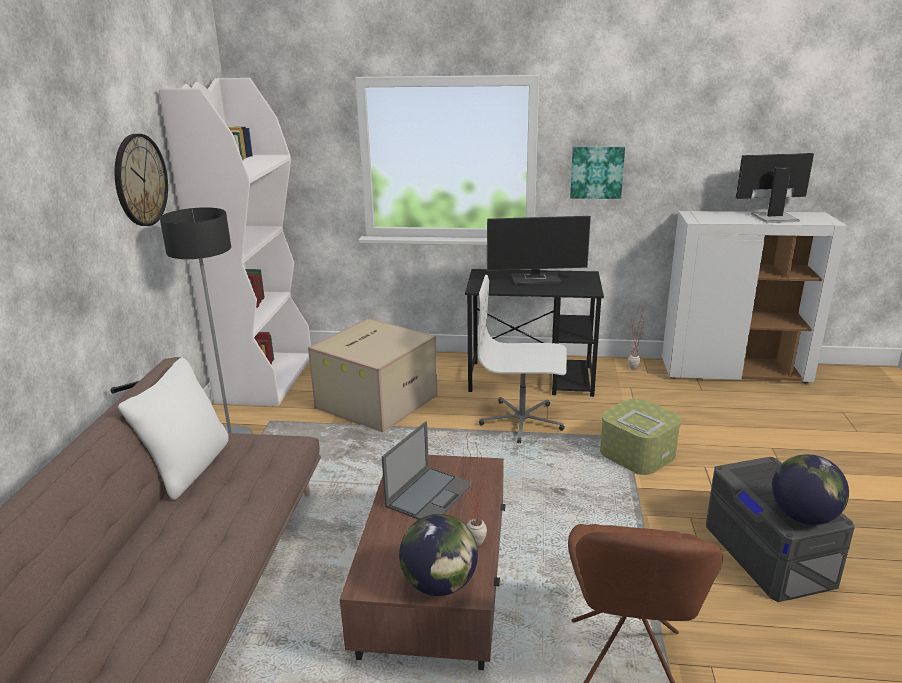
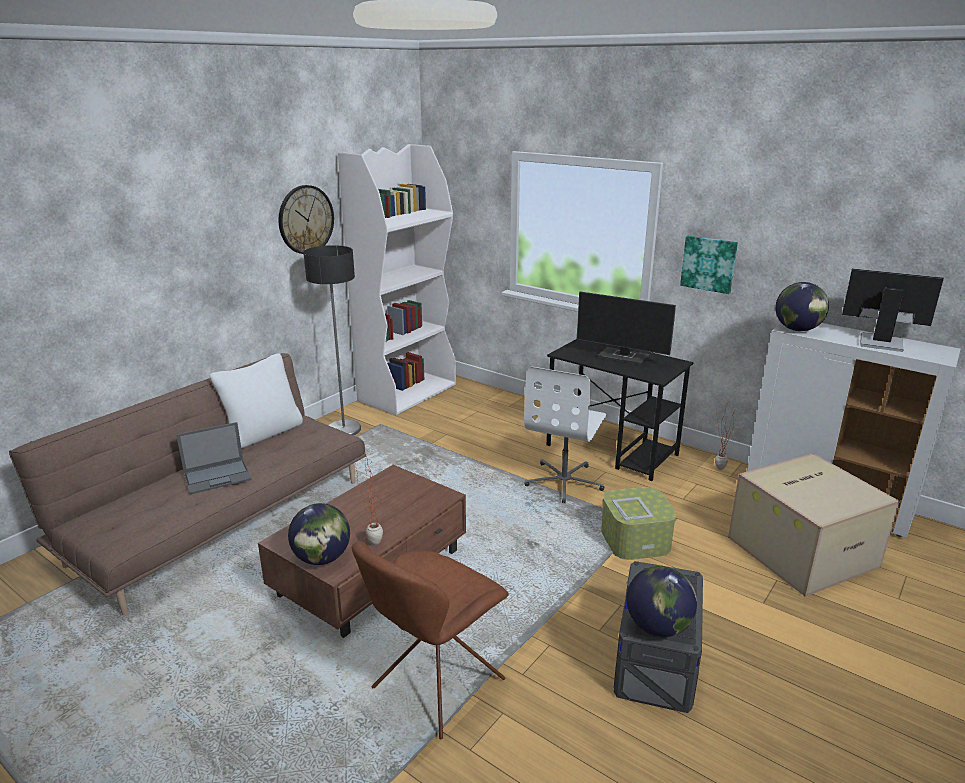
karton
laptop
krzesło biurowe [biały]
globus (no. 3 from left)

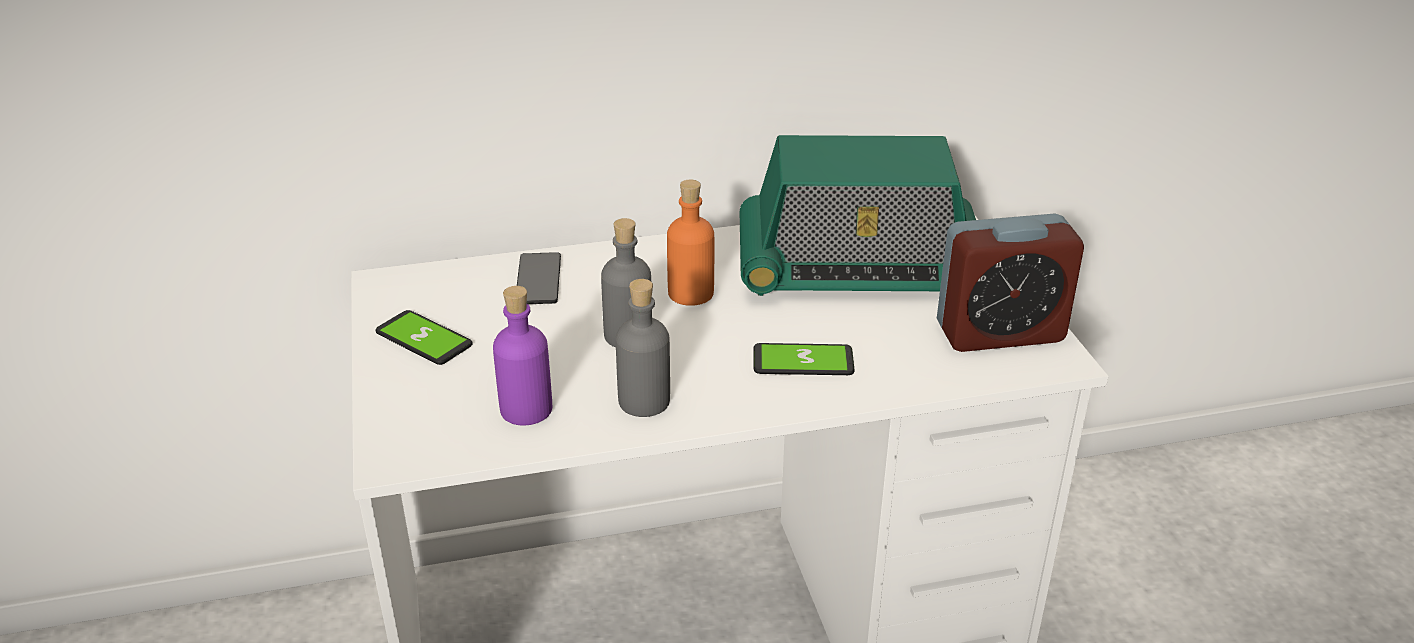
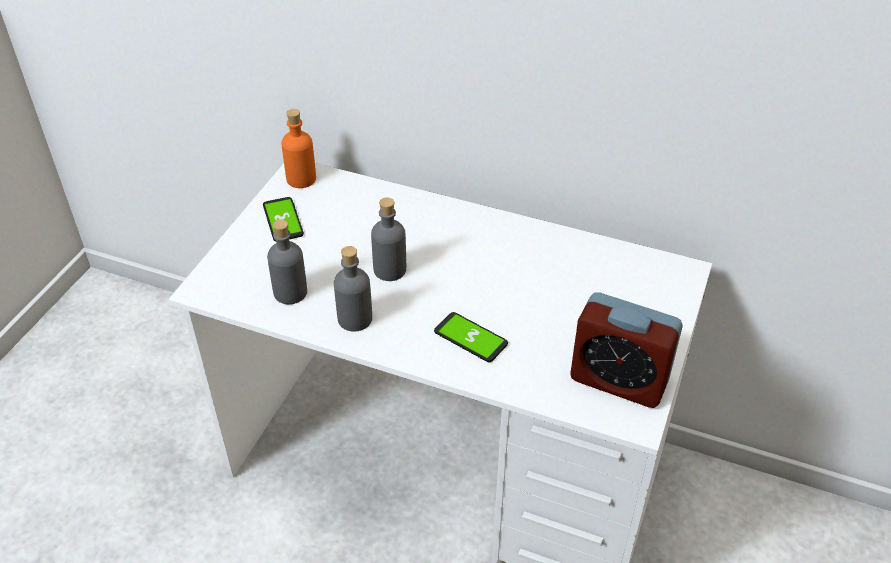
butelka [szary] (no. 1 from left)
telefon (no. 2 from left in the first image)
butelka [pomarańczowy]
radio

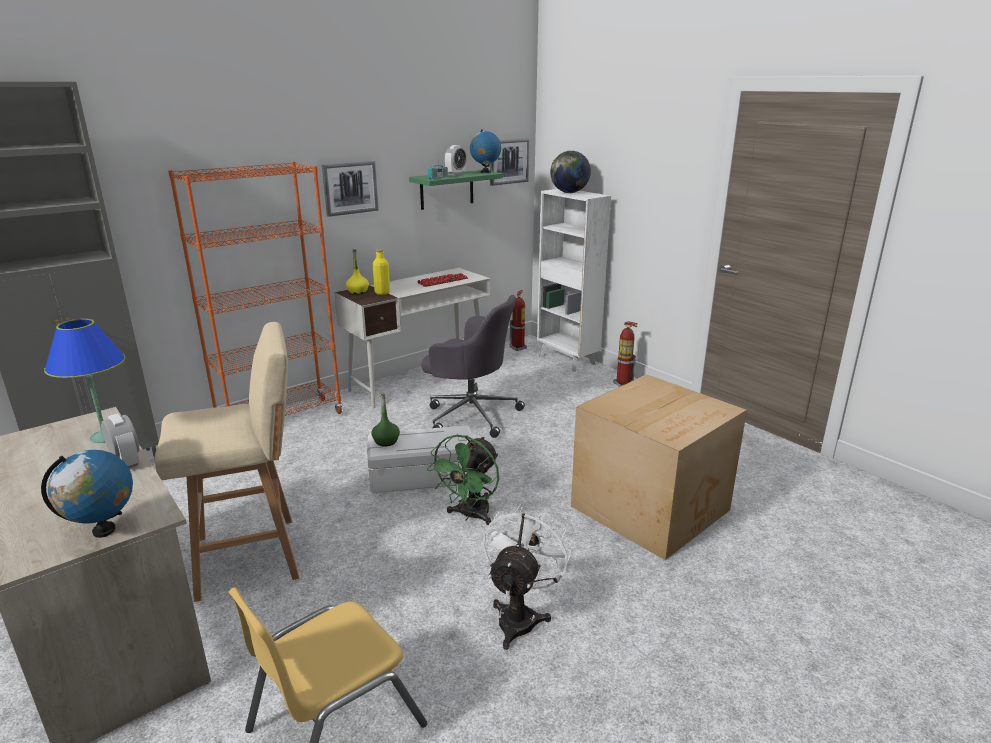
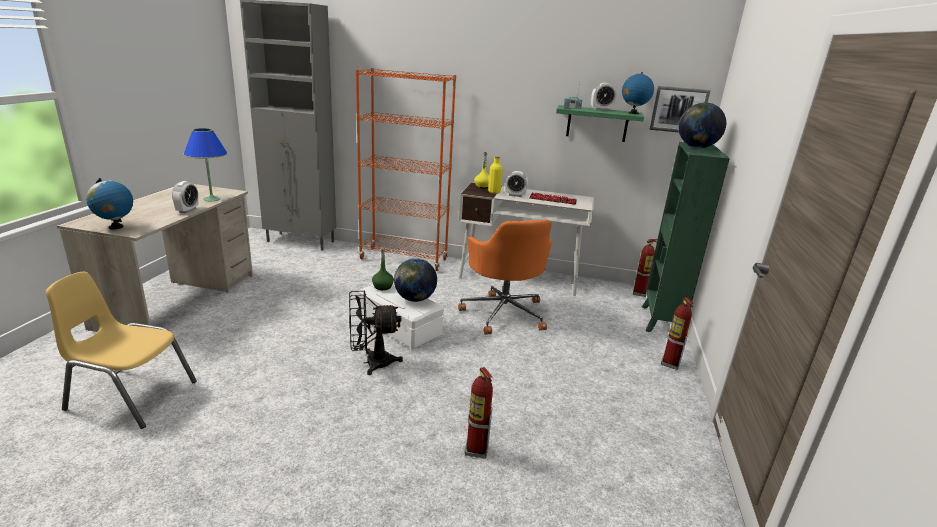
stołek [beżowy]
obraz (no. 1 from left in the first image)
krzesło biurowe [pomarańczowy]
wentylator [czarny]
wentylator [biały]
regał [zielony]
gaśnica (no. 1 from left)
globus (no. 2 from left)
budzik (no. 2 from left)

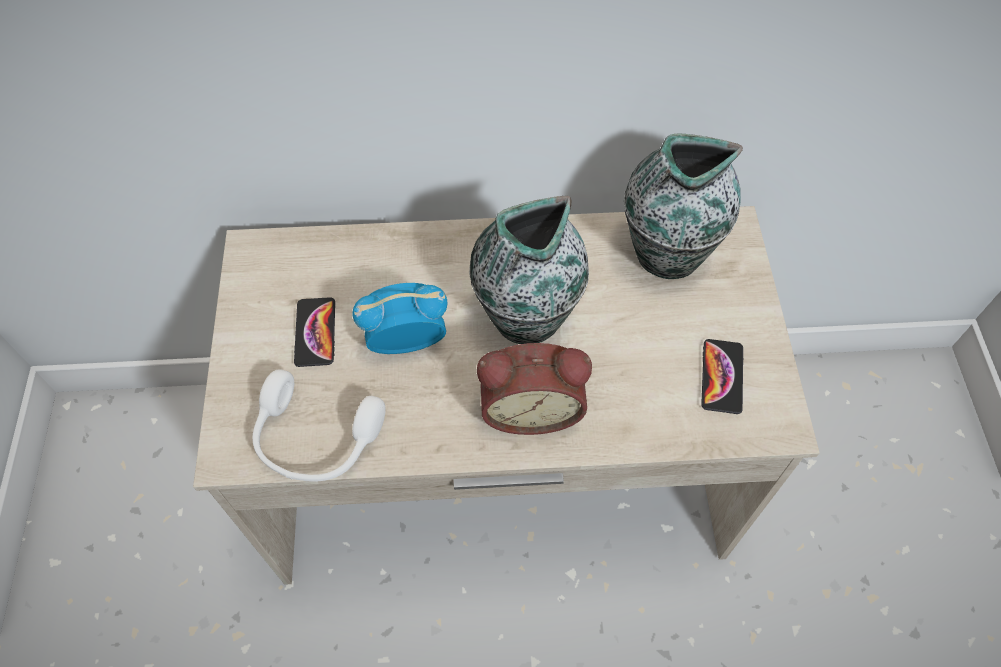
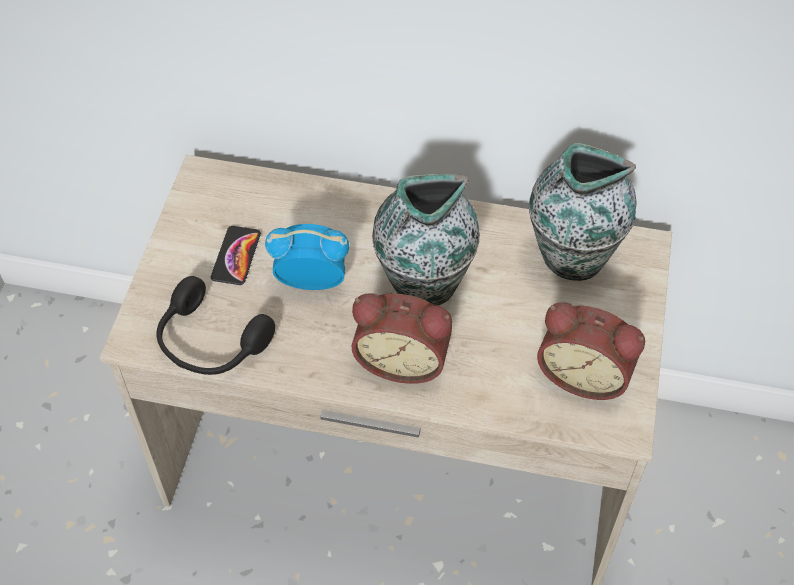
słuchawki [czarny]
budzik (no. 3 from left)

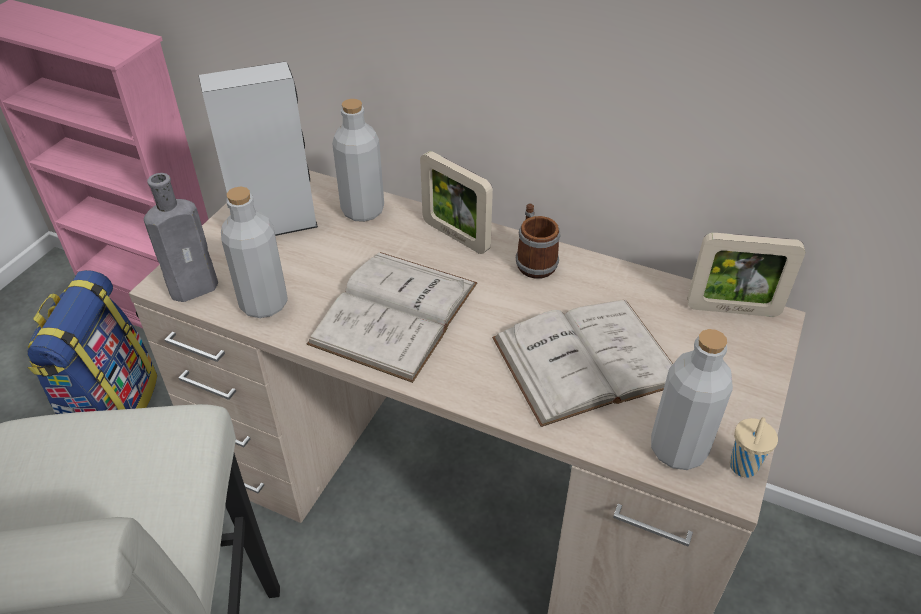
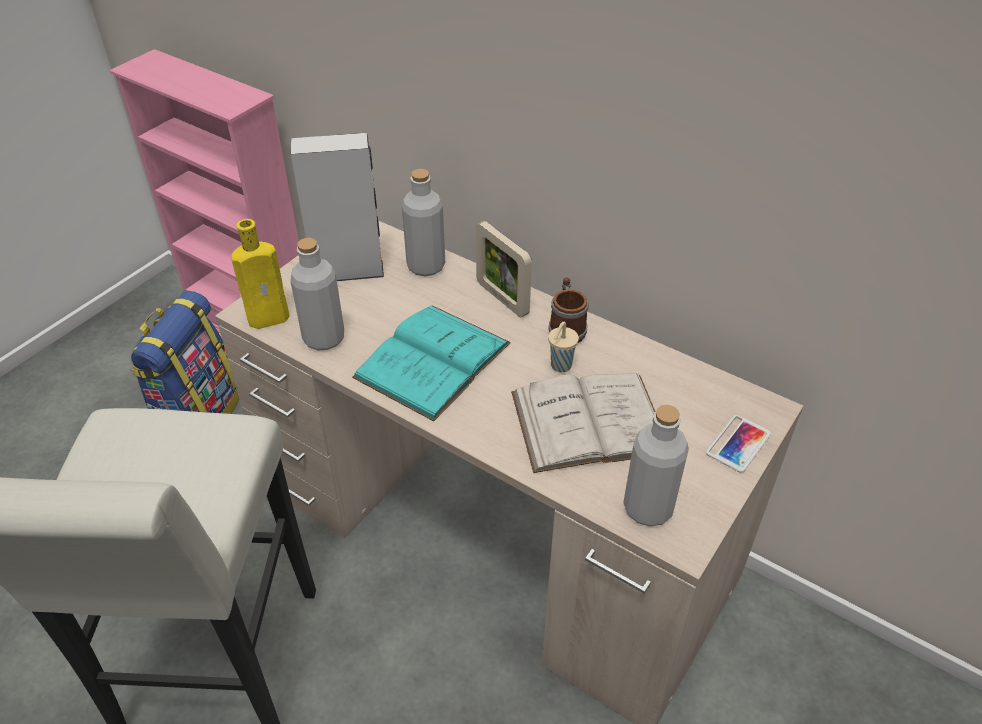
butelka [żółty]
książka [turkusowy]
ramka na zdjęcie (no. 2 from left in the first image)
filiżanka [beżowy]
telefon

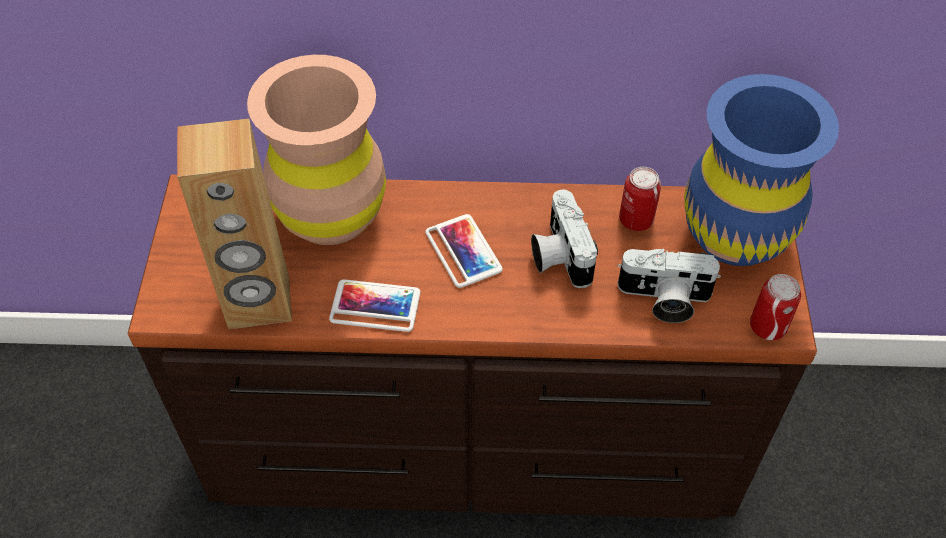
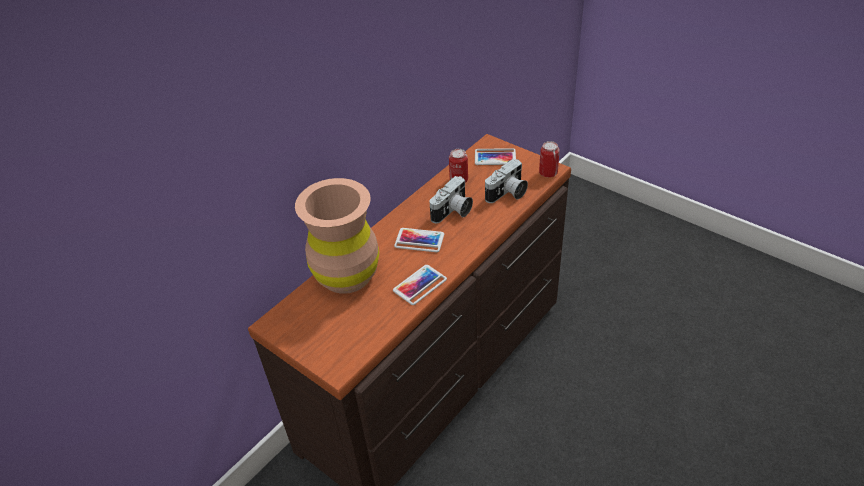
głośnik [brązowy]
aparat fotograficzny (no. 1 from left)
telefon (no. 3 from left)

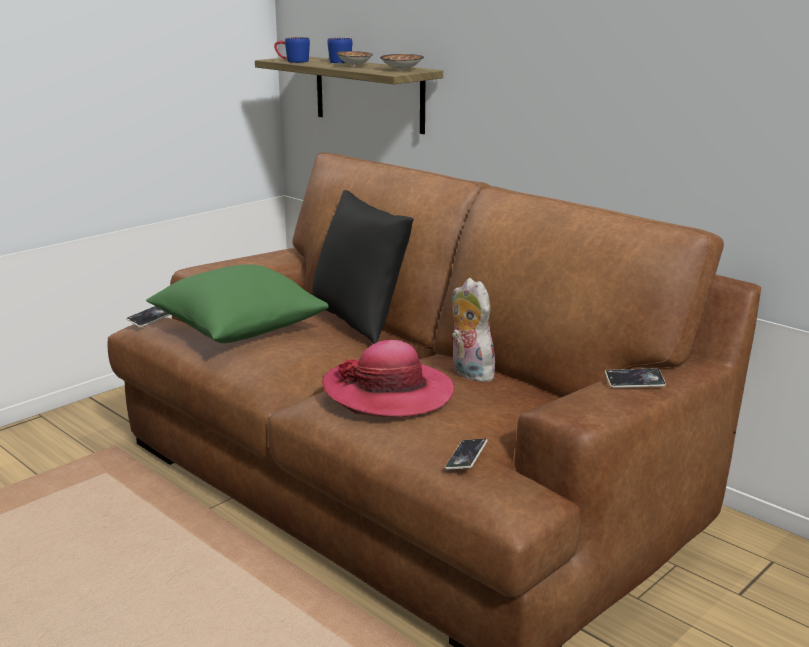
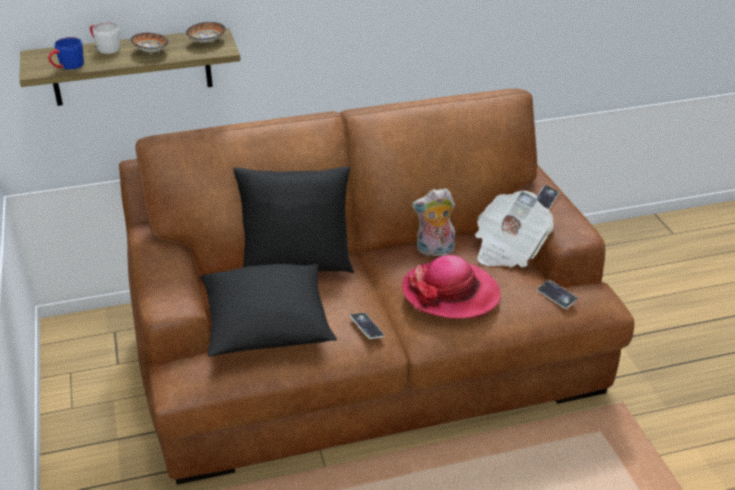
telefon (no. 1 from left)
poduszka [czarny] (no. 1 from left)
kubek [biały]
gazeta

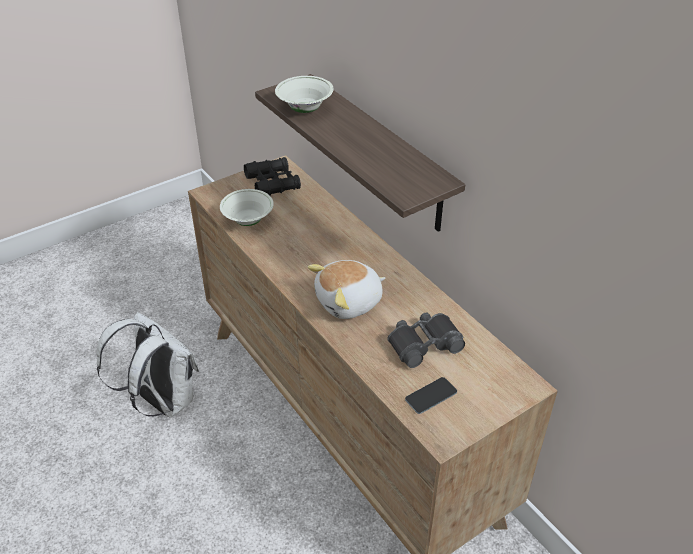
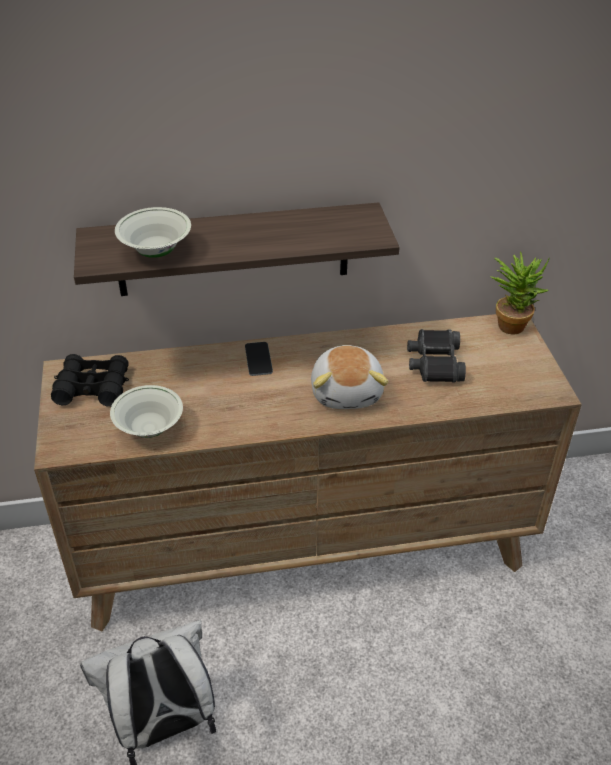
telefon
roślina doniczkowa

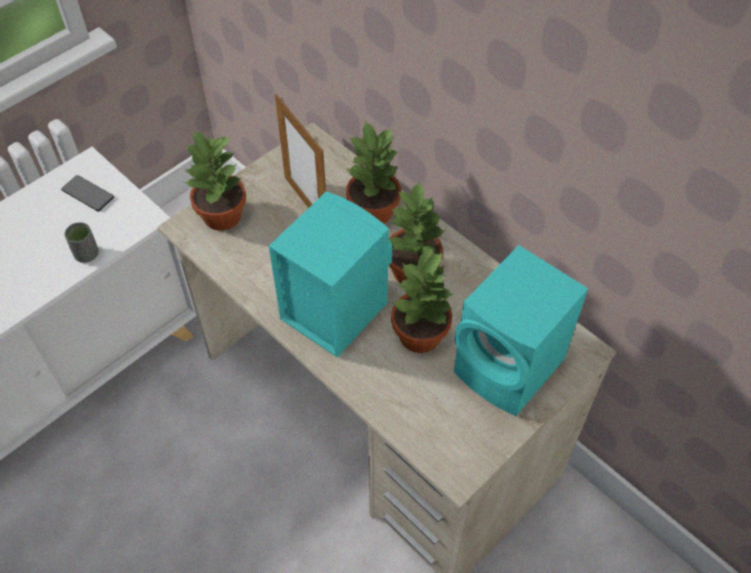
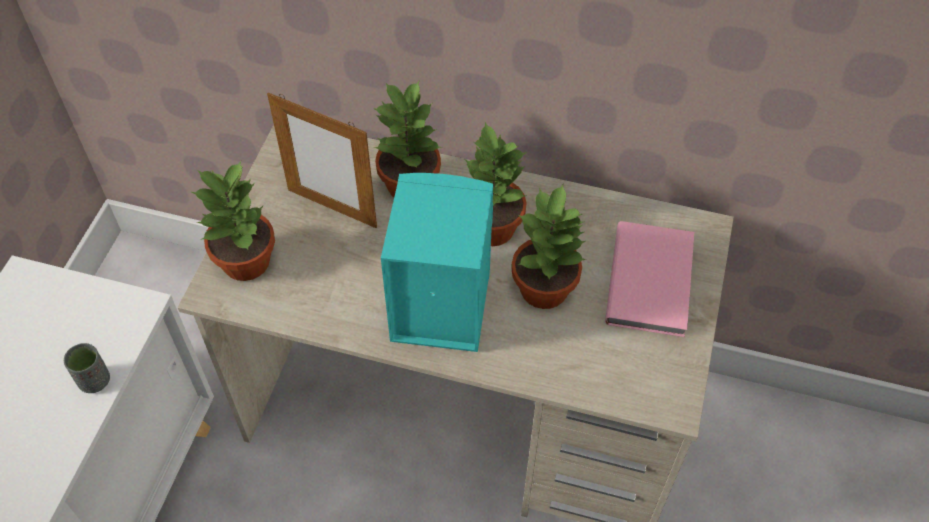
telefon
książka [różowy]

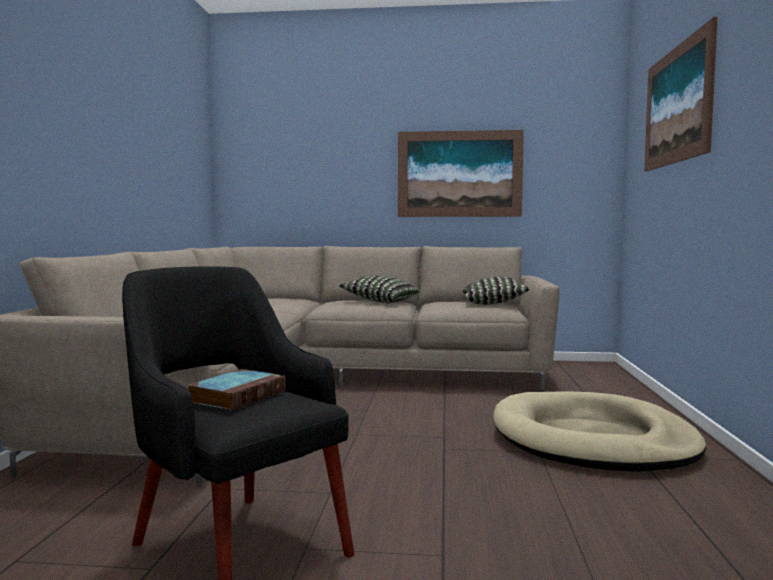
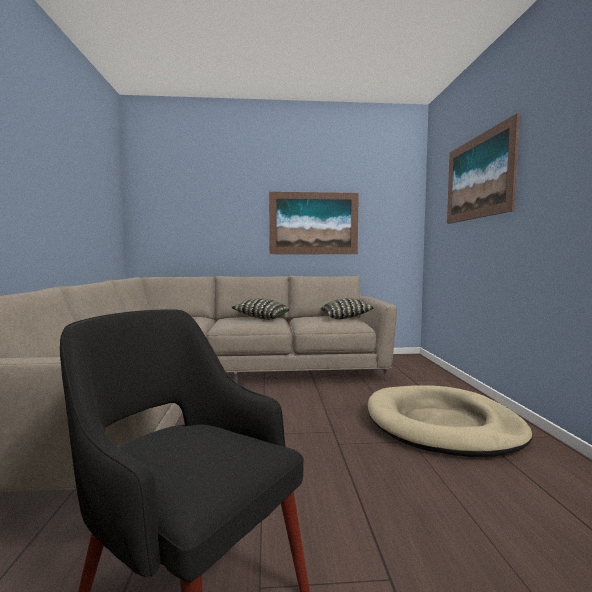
książka

